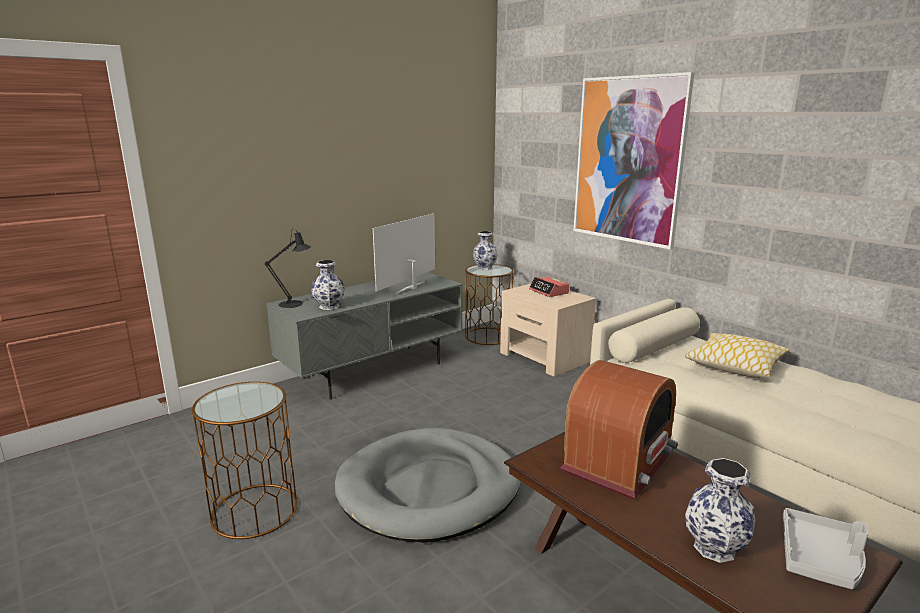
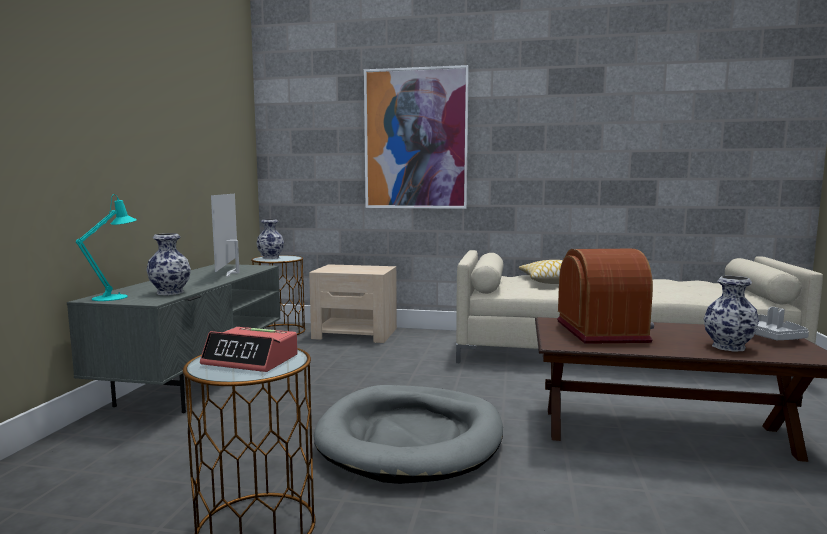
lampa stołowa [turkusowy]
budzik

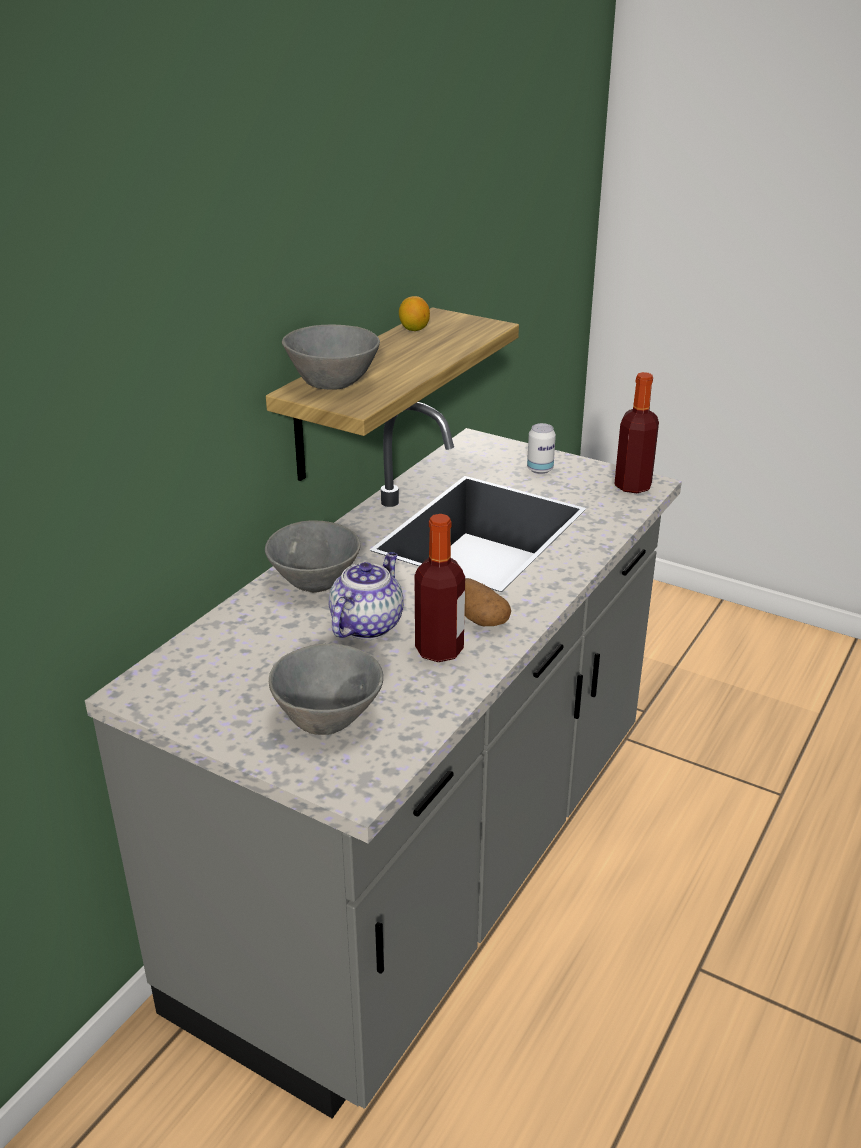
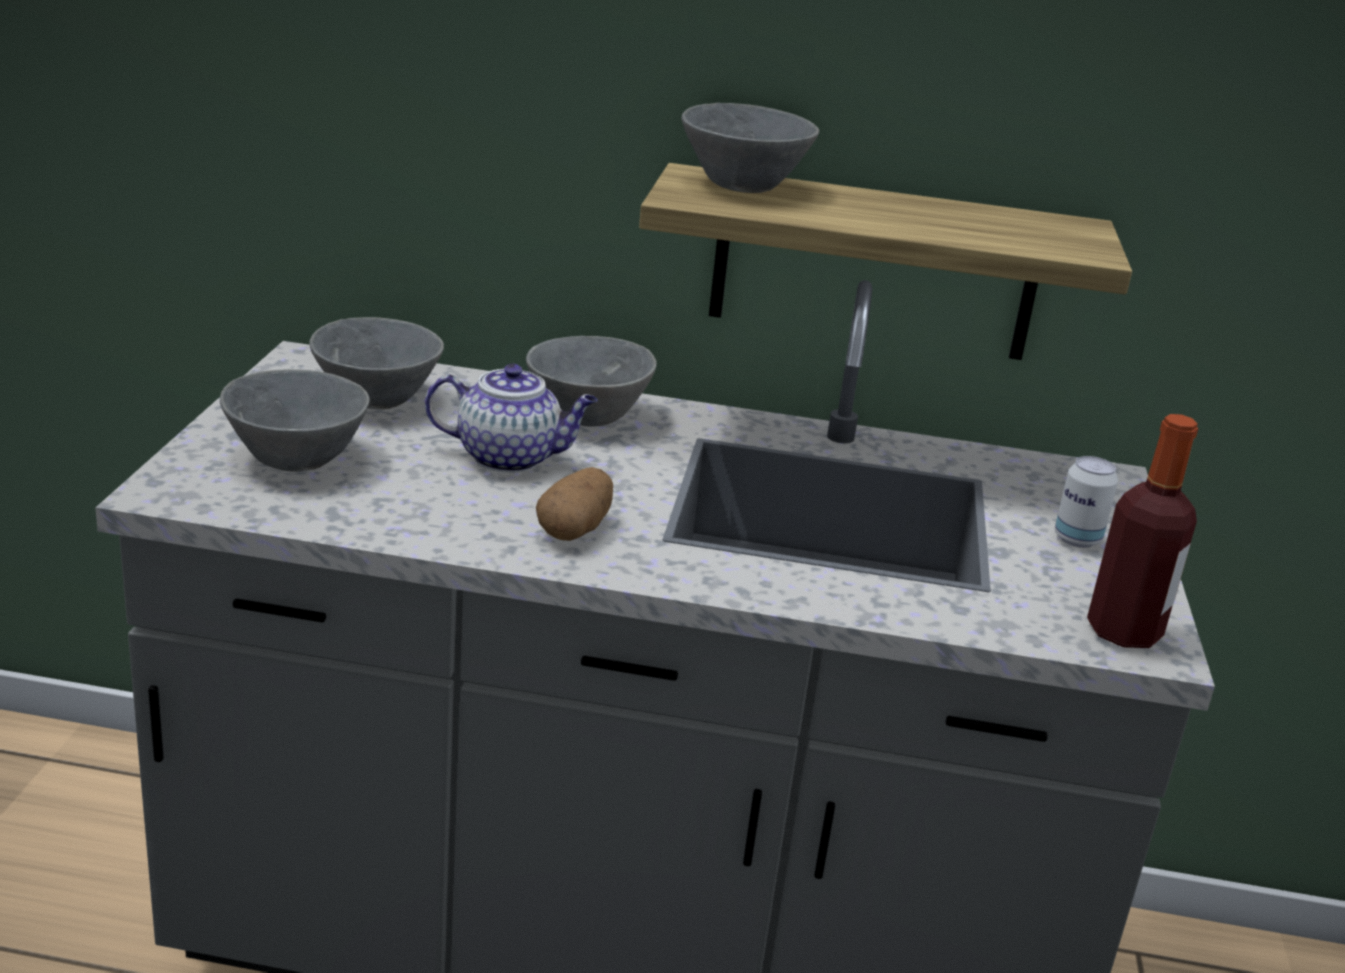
cytryna
butelka (no. 1 from left in the first image)
miska [szary] (no. 2 from left)

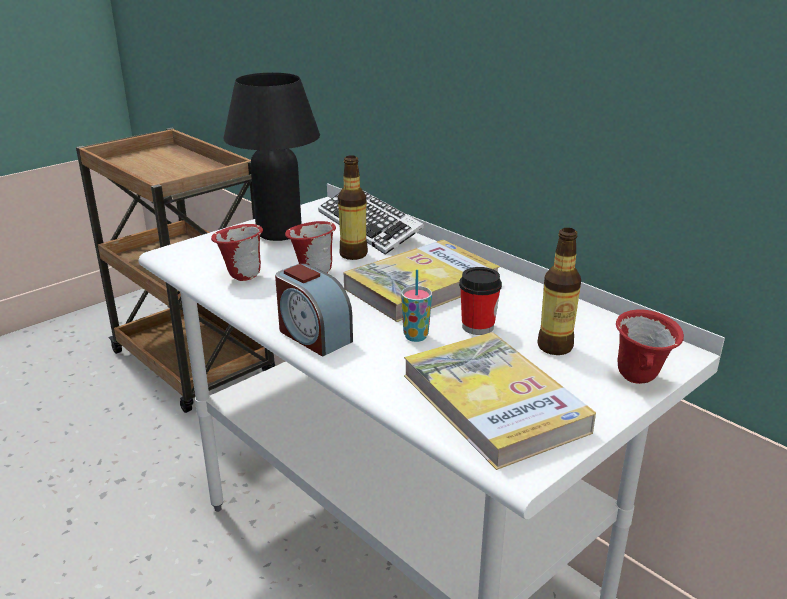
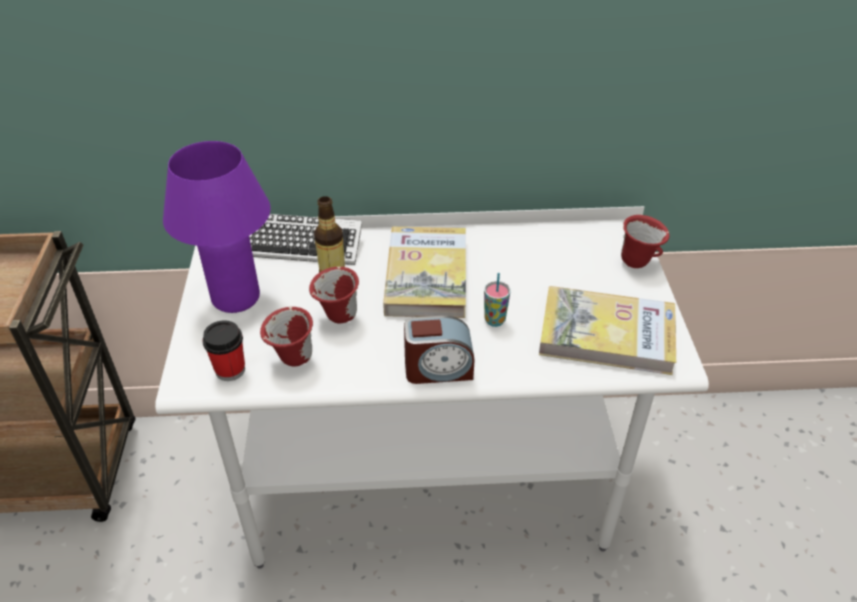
lampa stołowa [fioletowy]
filiżanka (no. 1 from left)
butelka (no. 2 from left in the first image)

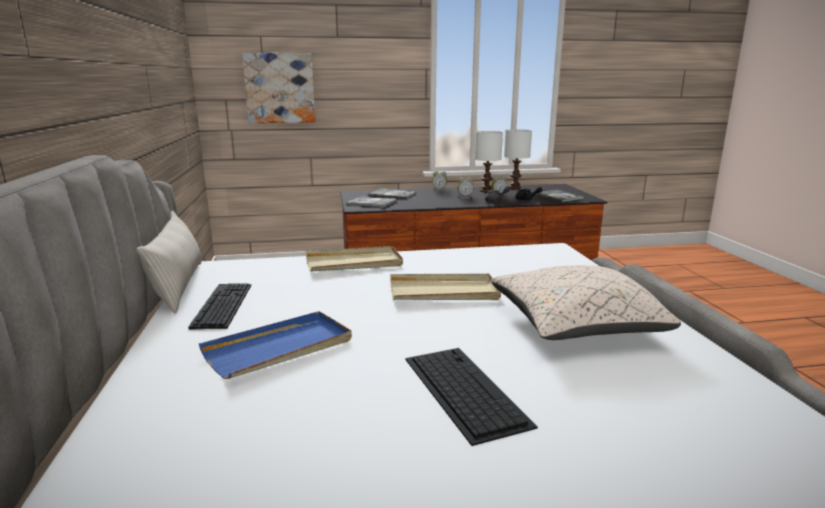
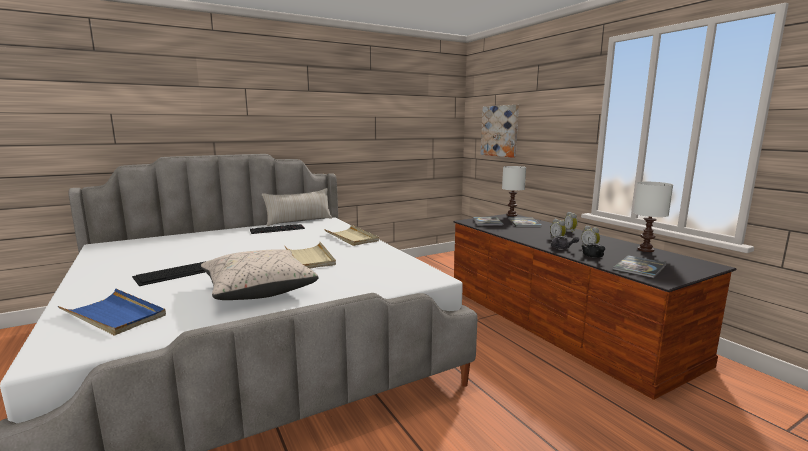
taca [niebieski]
lampa stołowa [biały] (no. 1 from left)

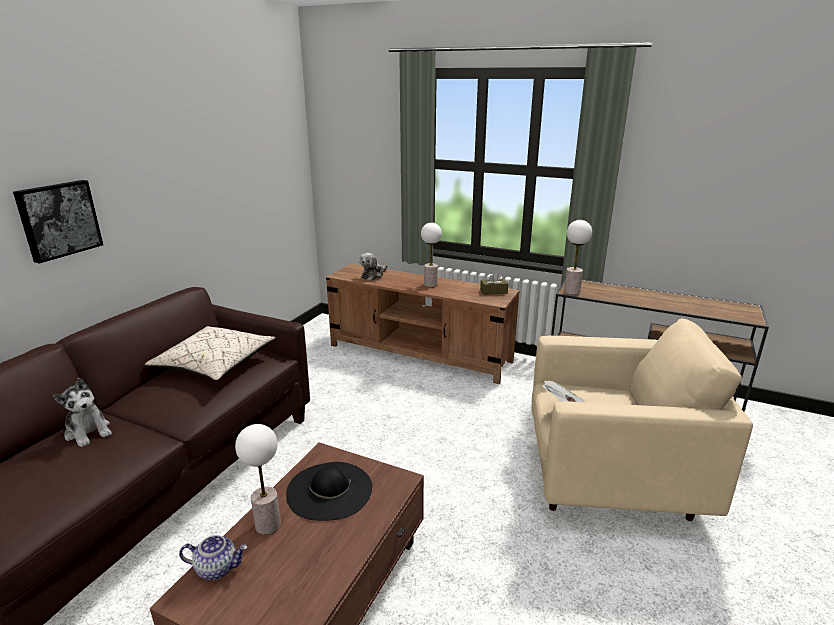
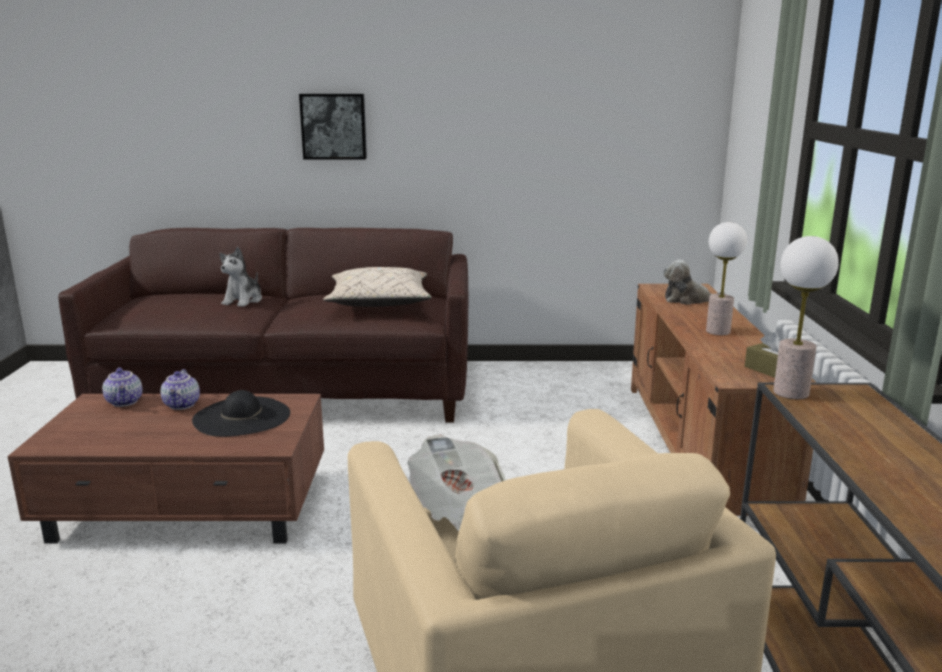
imbryk (no. 2 from left)

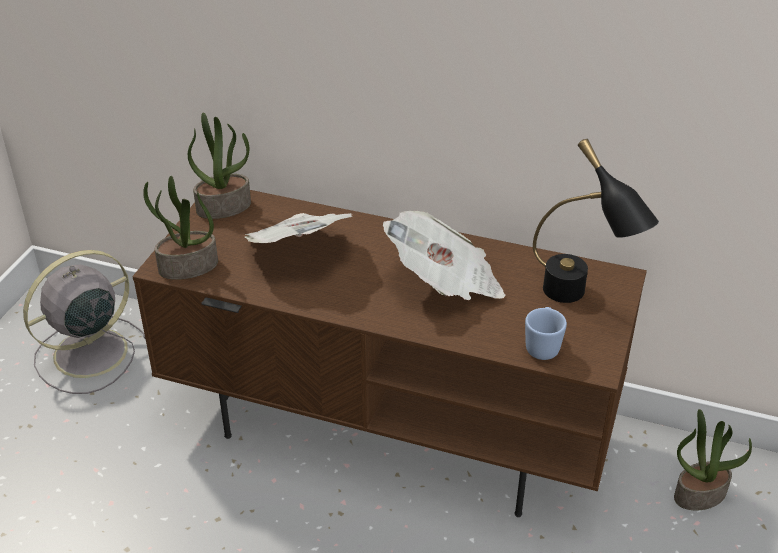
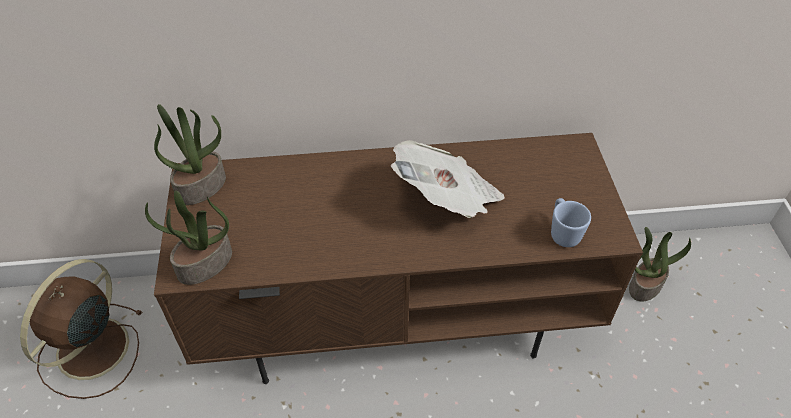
wentylator [brązowy]
gazeta (no. 1 from left in the first image)
lampa stołowa [czarny]

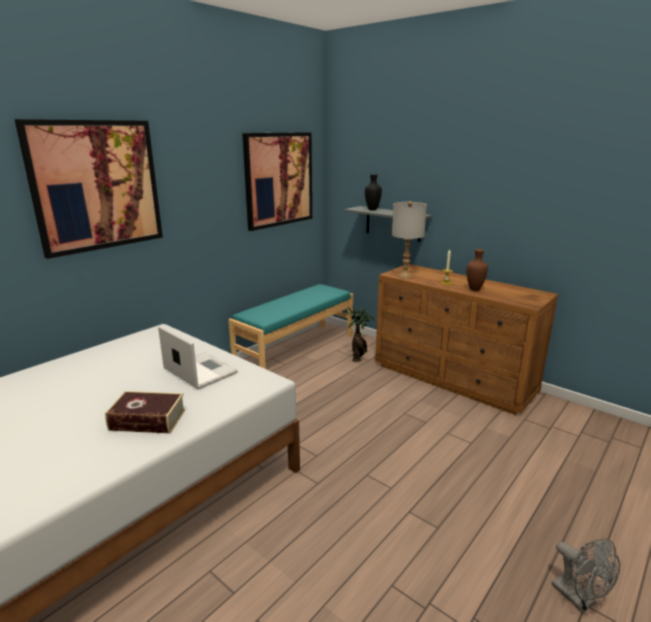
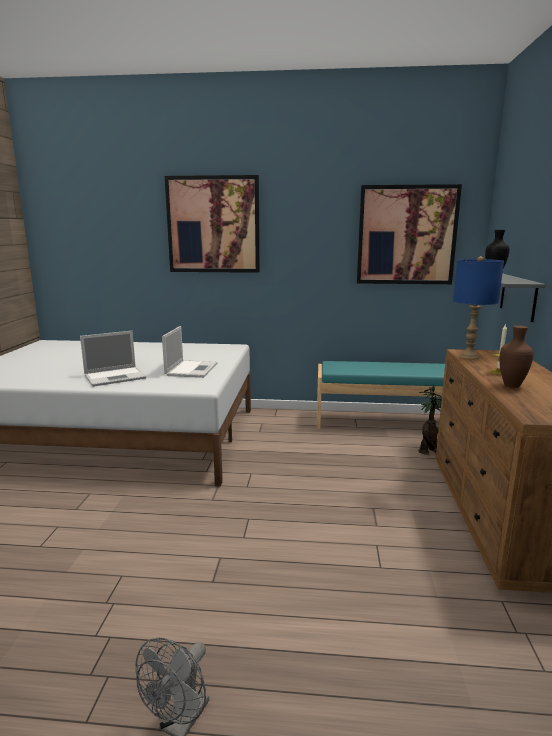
laptop (no. 1 from left)
lampa stołowa [niebieski]

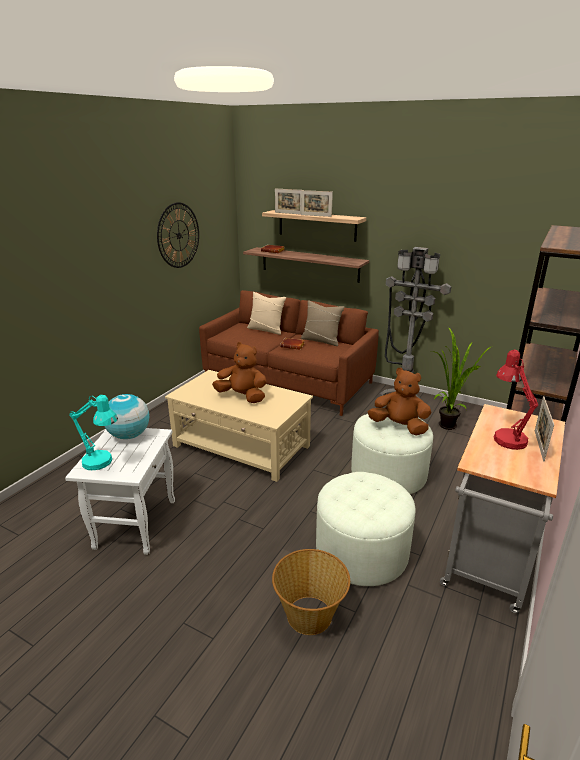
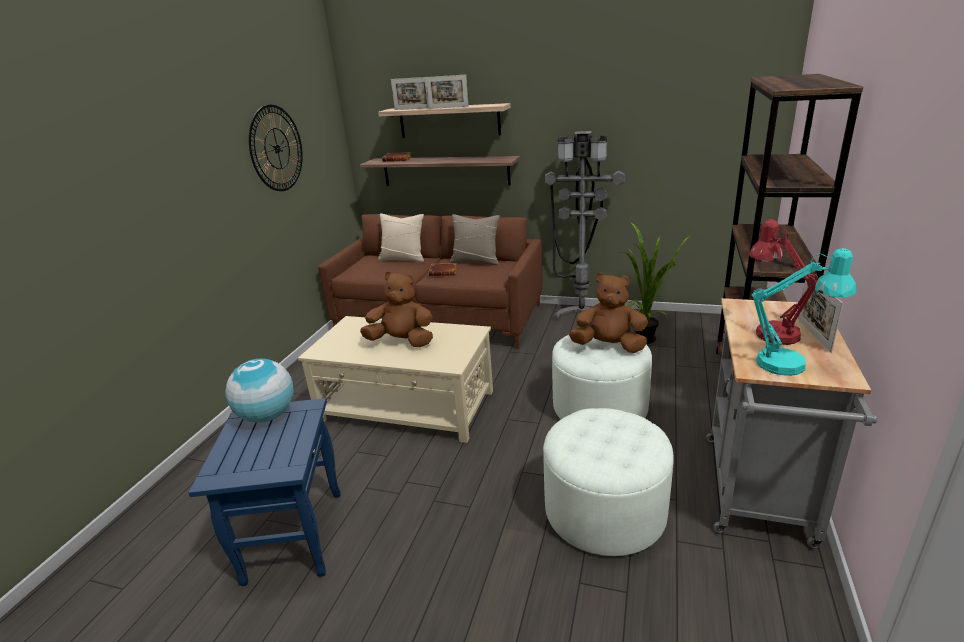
stolik [niebieski]
lampa stołowa [turkusowy]
koszyk

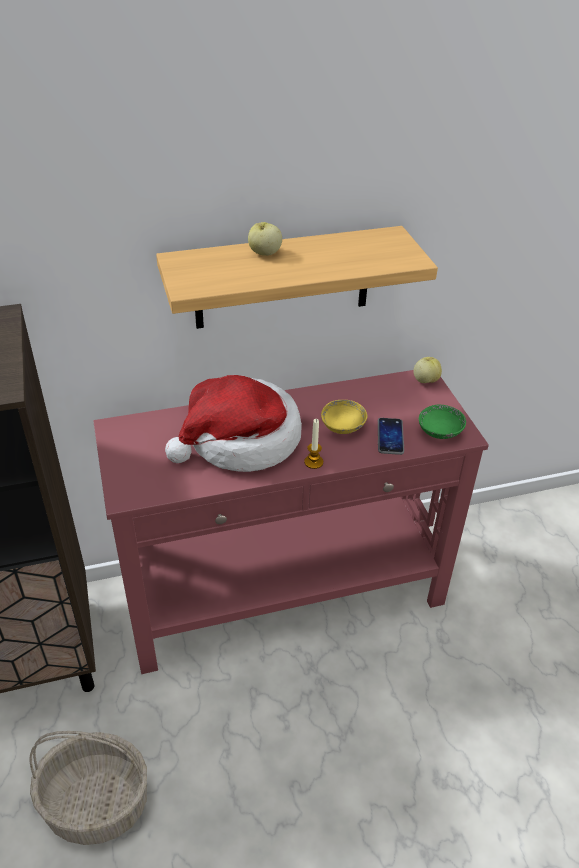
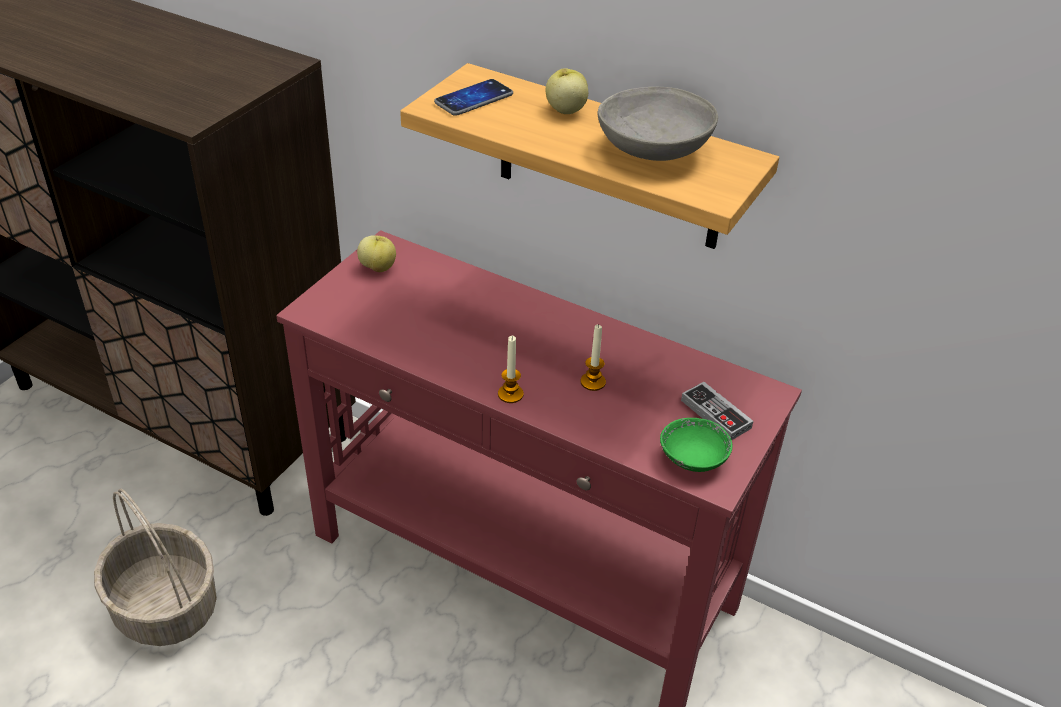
kapelusz
świeca (no. 2 from left)
telefon
jabłko (no. 1 from left)
miska [szary]
pad do gier

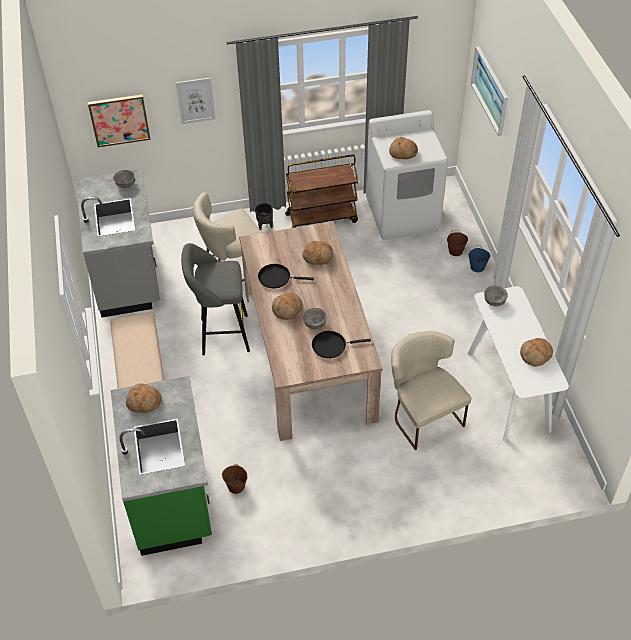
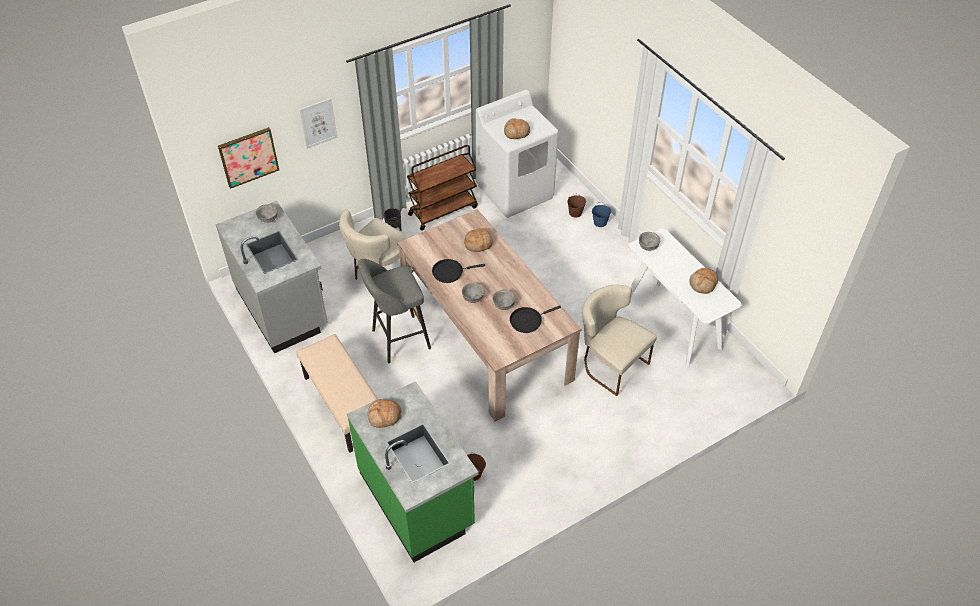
miska [szary] (no. 2 from left)
obraz (no. 3 from left in the first image)

